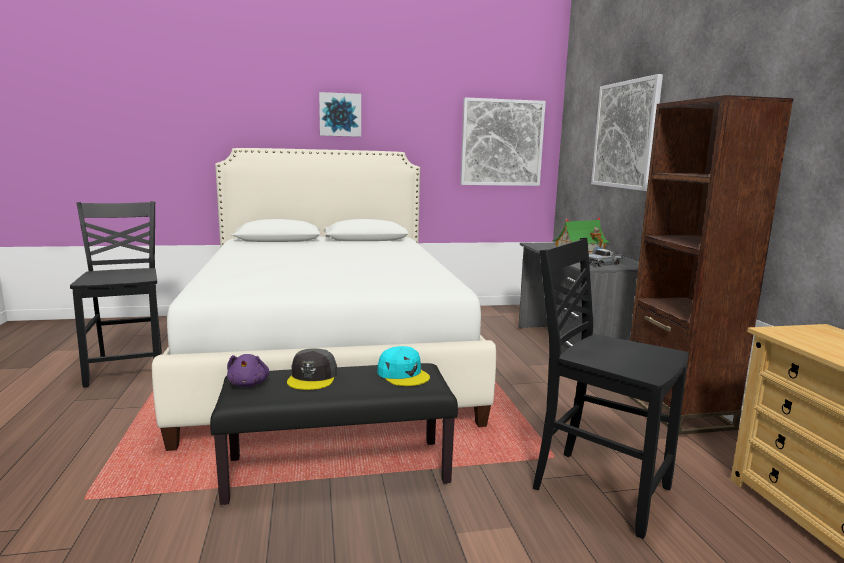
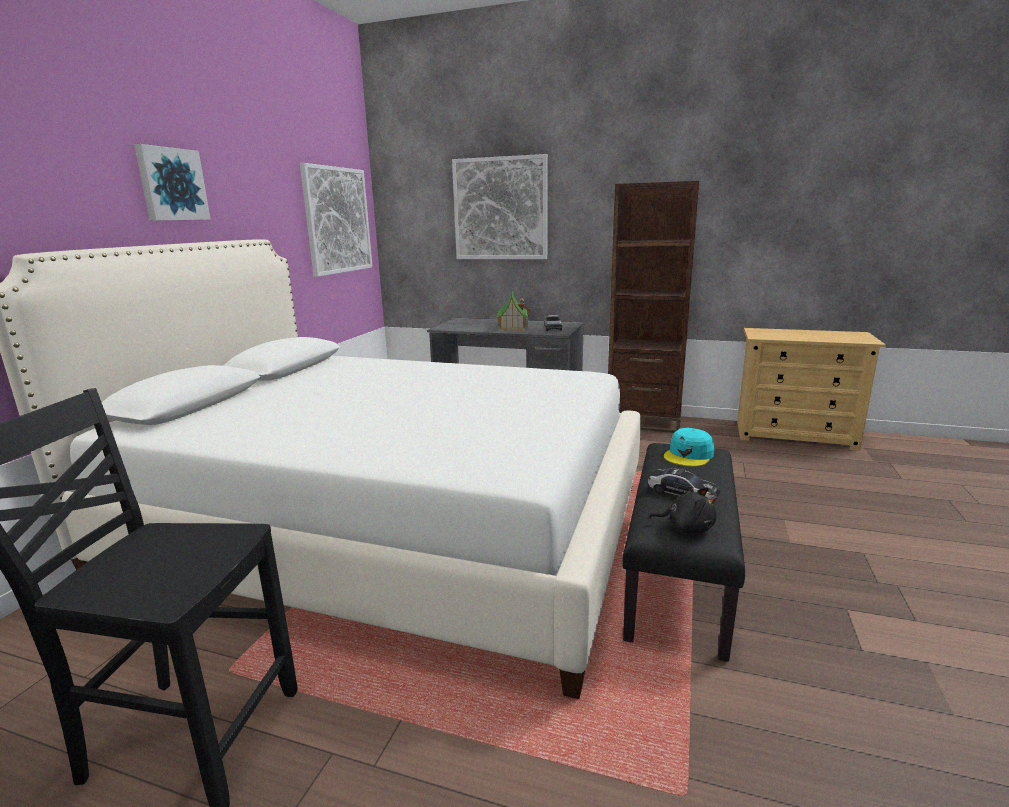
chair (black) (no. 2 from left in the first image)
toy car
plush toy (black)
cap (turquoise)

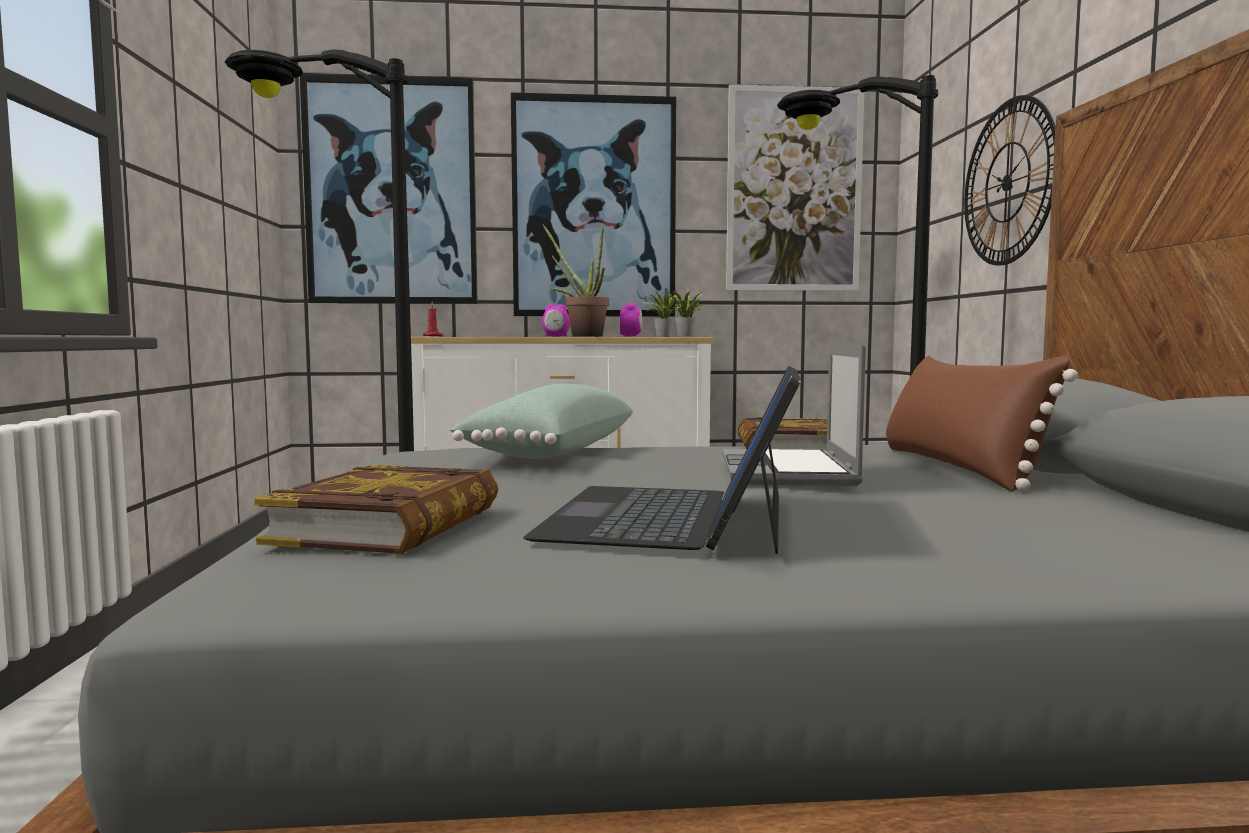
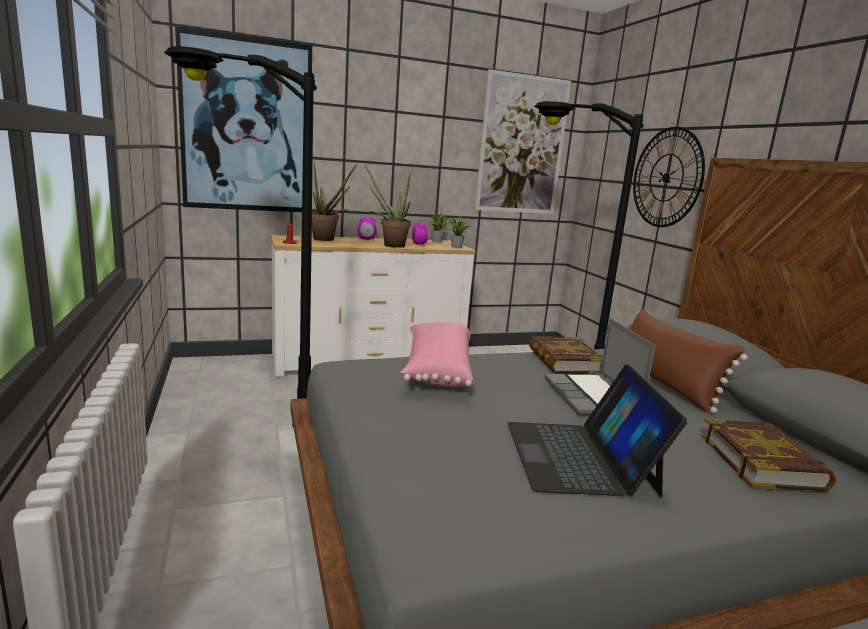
picture (no. 2 from left in the first image)
potted plant (no. 1 from left)
book (no. 2 from left)
pillow (pink)

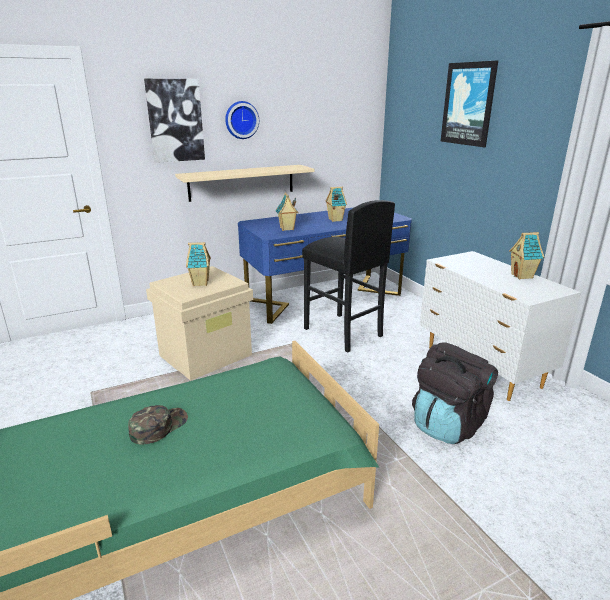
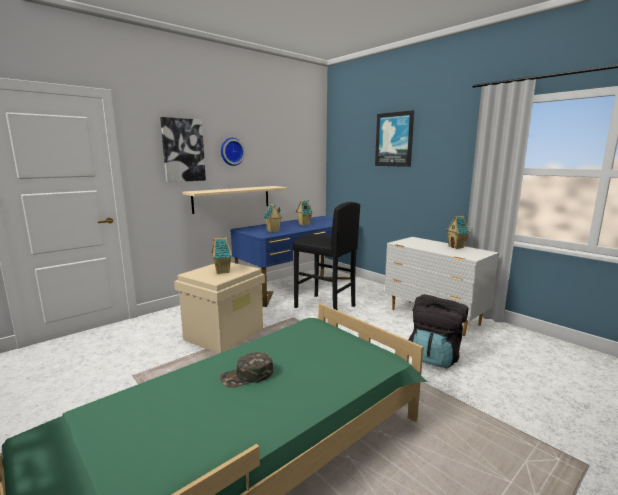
cap (green)

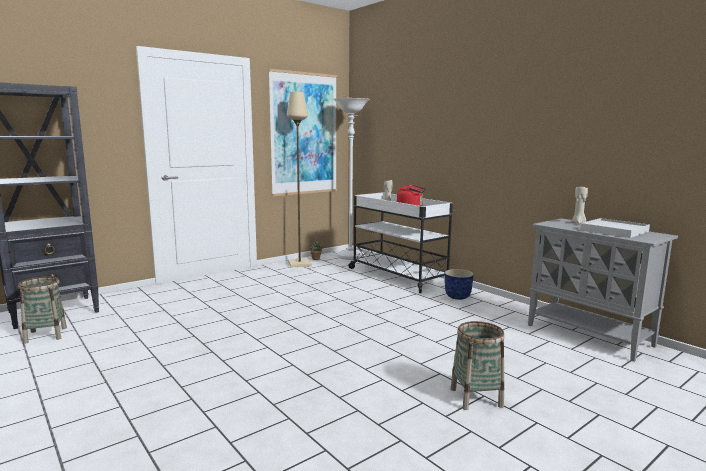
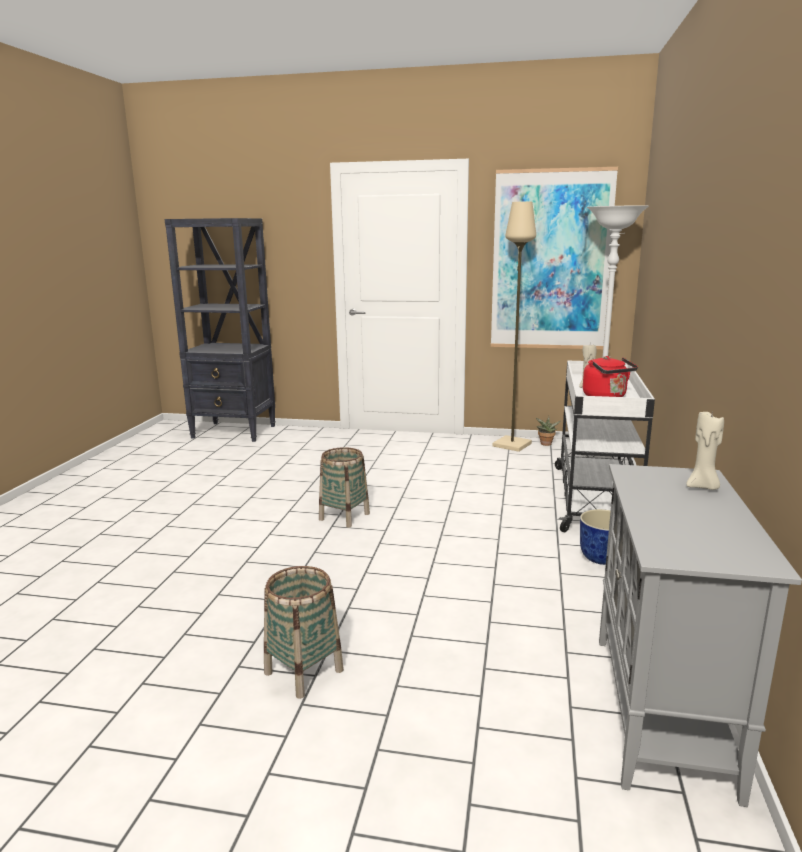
tray (white)
basket (no. 2 from left)

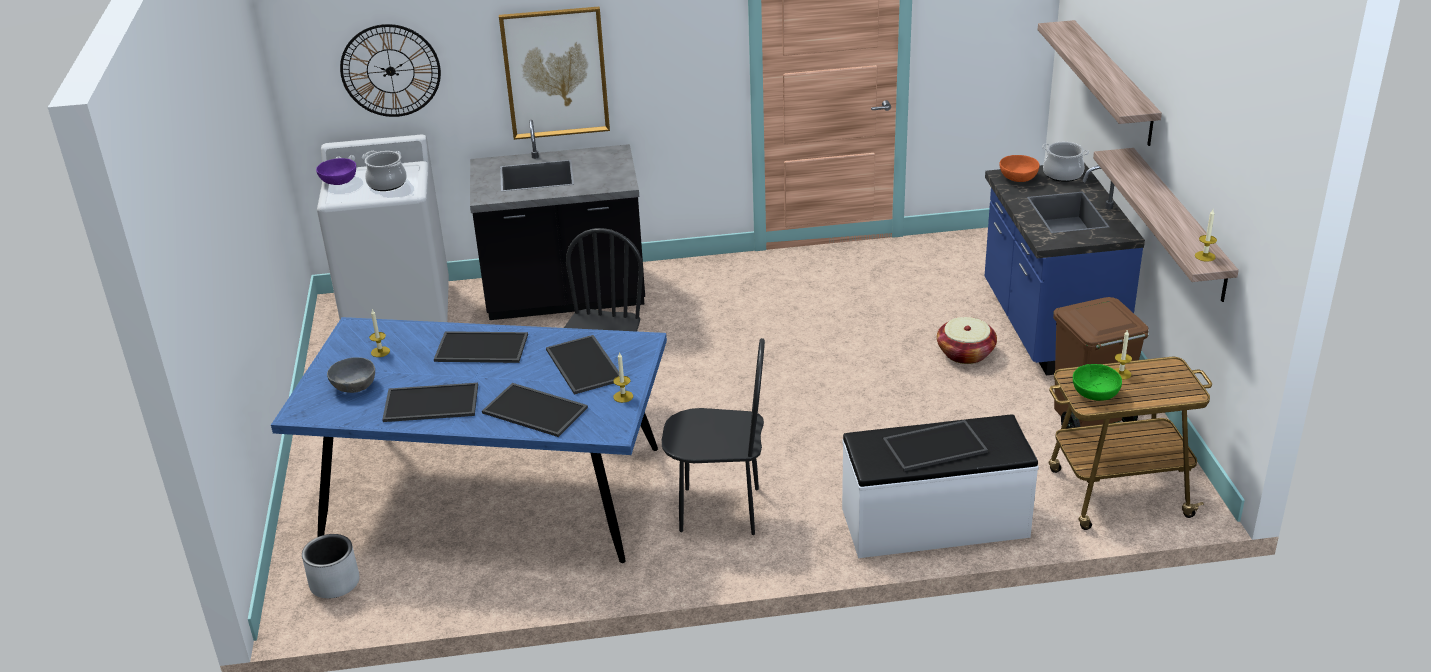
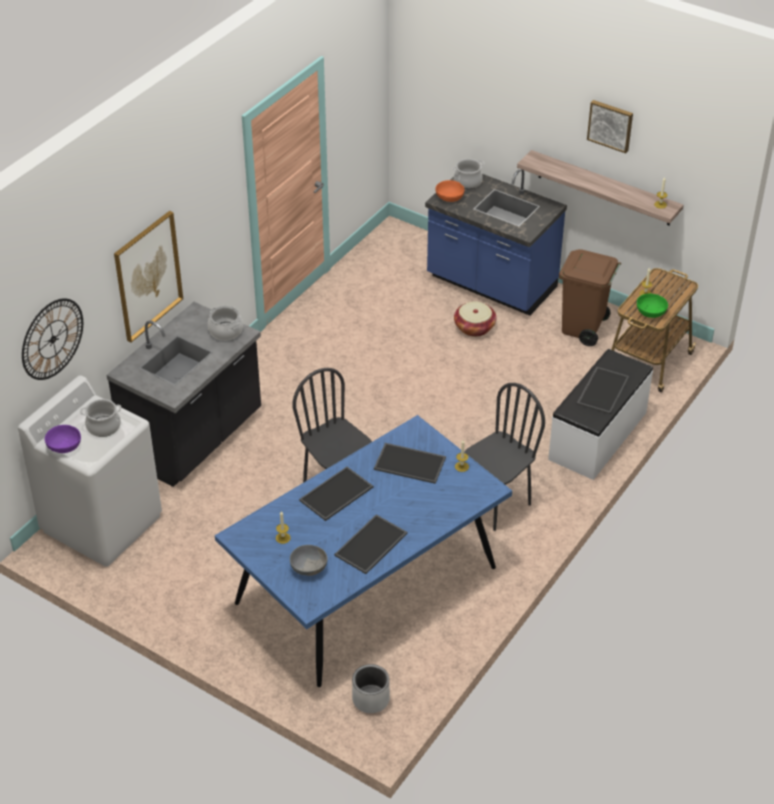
tray (no. 3 from left in the first image)
shelf (no. 1 from left in the first image)
cooking pot (no. 2 from left)
picture (no. 2 from left)

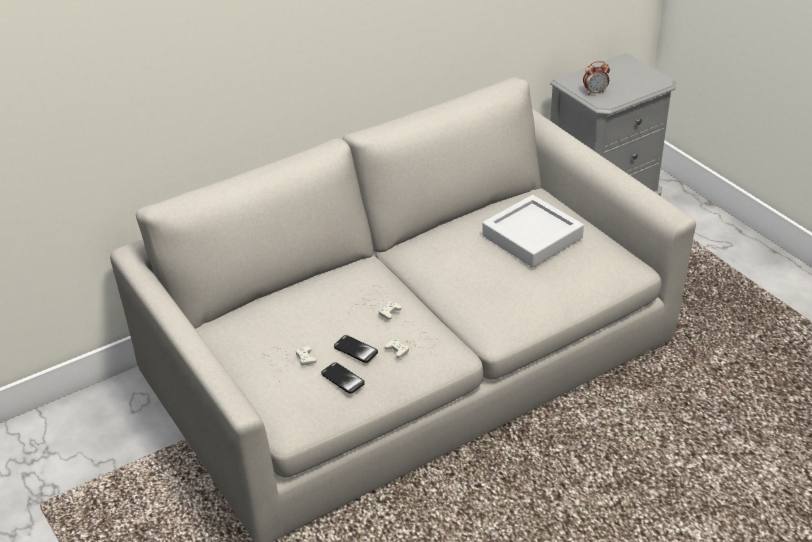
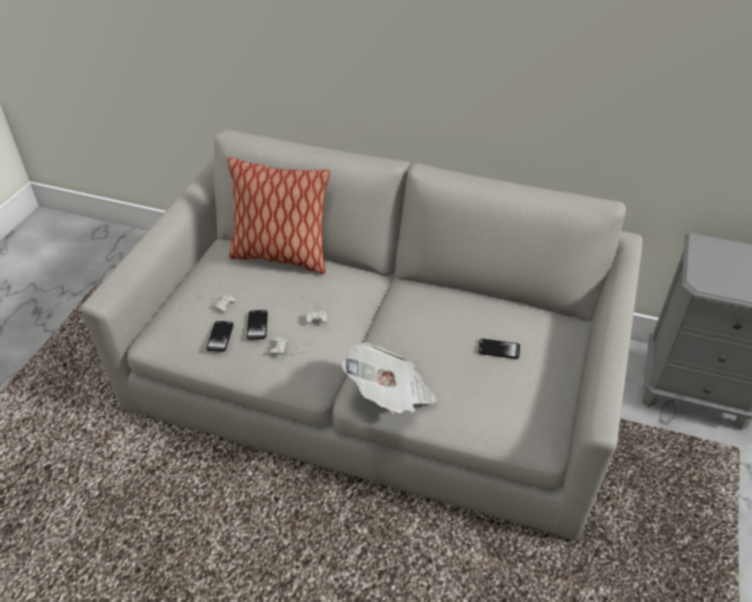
alarm clock
pillow
newspaper
phone (no. 3 from left)

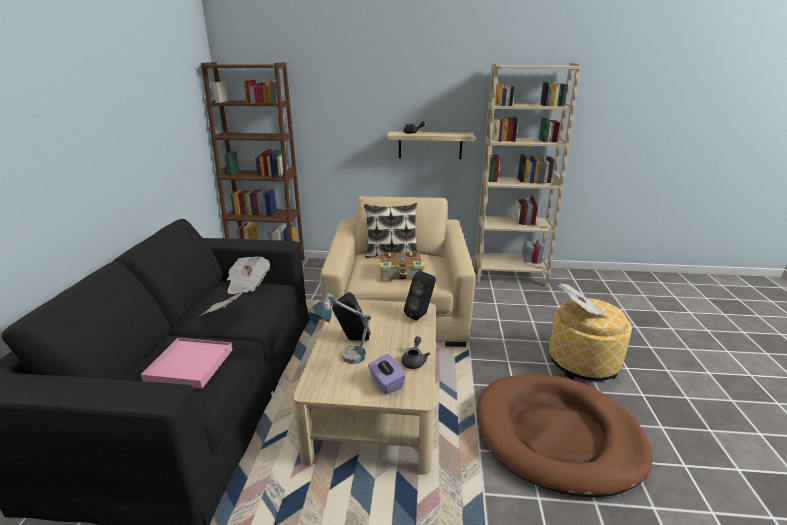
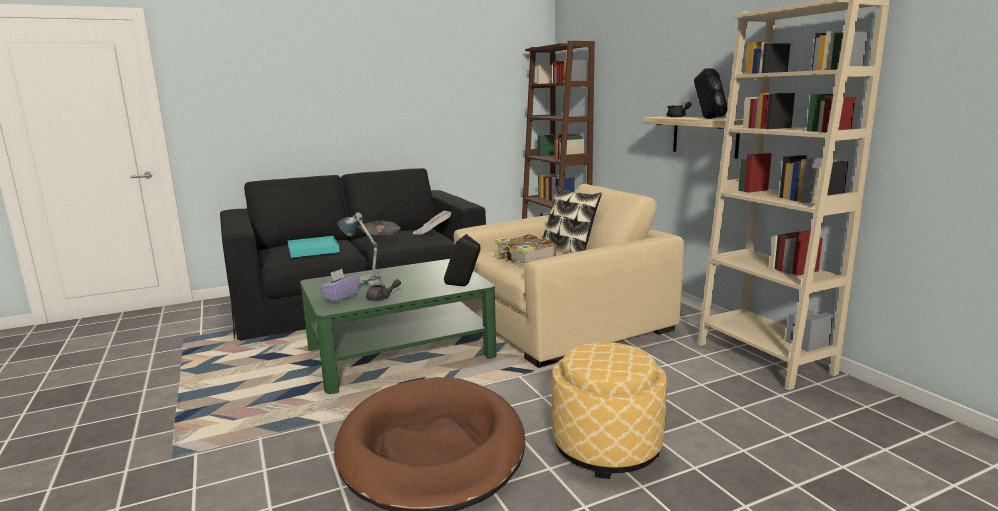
newspaper (no. 3 from left in the first image)
speaker (black) (no. 2 from left)
tray (turquoise)
coffee table (green)

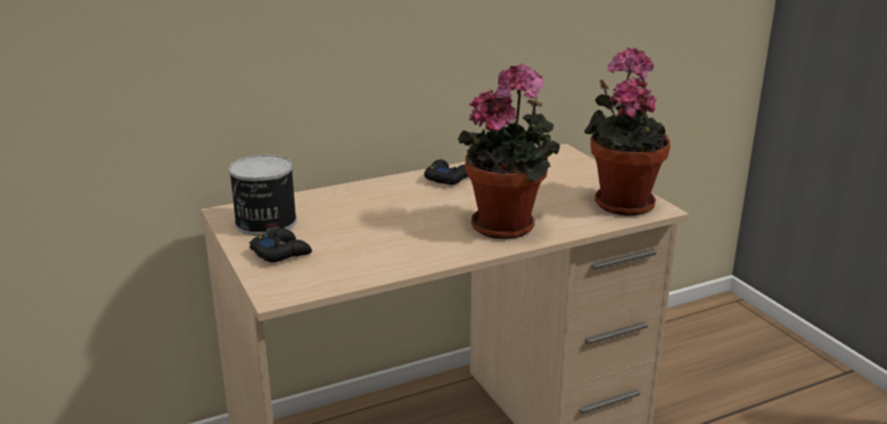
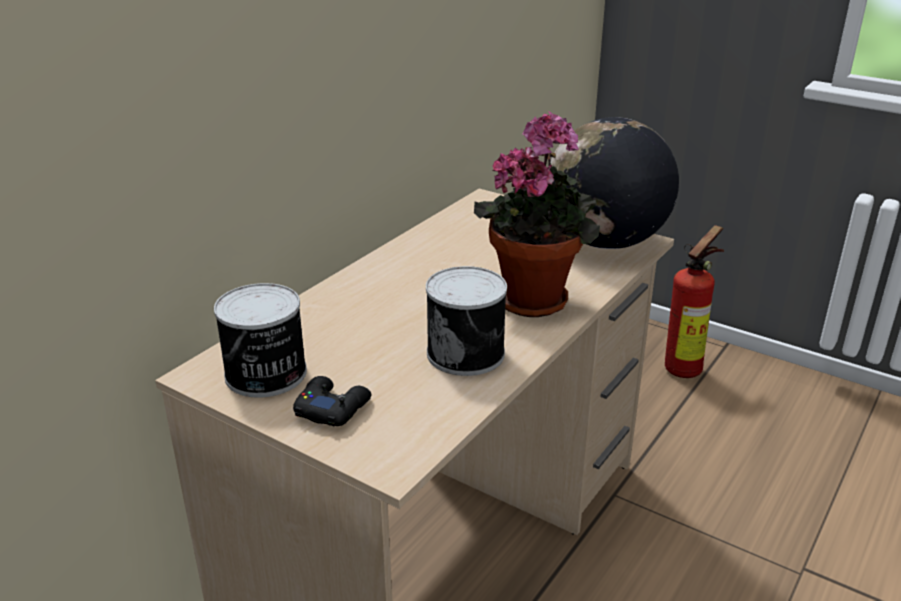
game controller (black) (no. 2 from left in the first image)
can (no. 2 from left)
fire extinguisher
globe

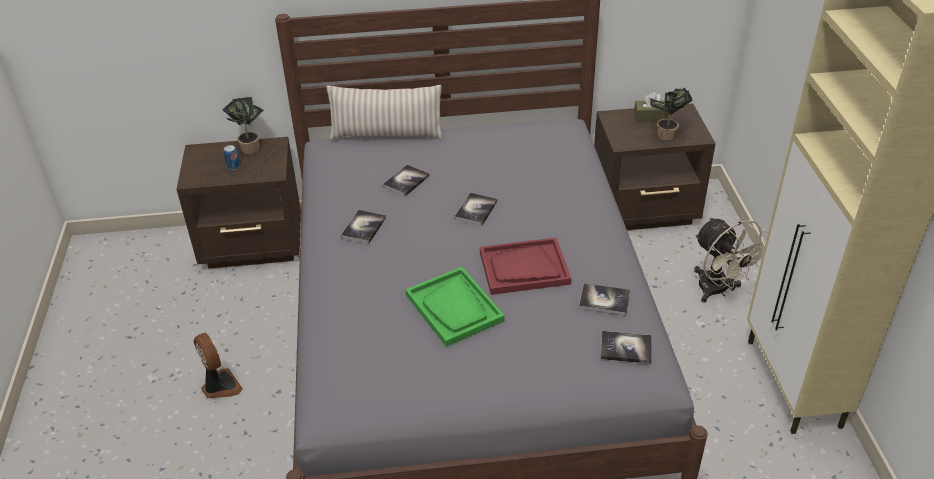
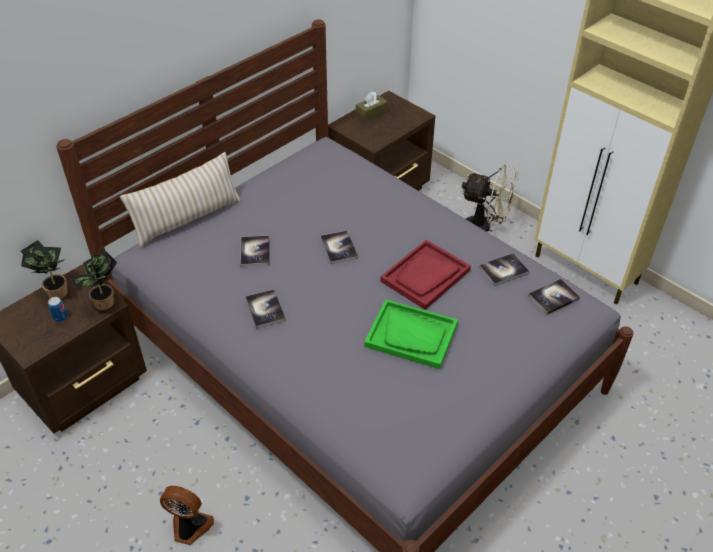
potted plant (no. 2 from left)

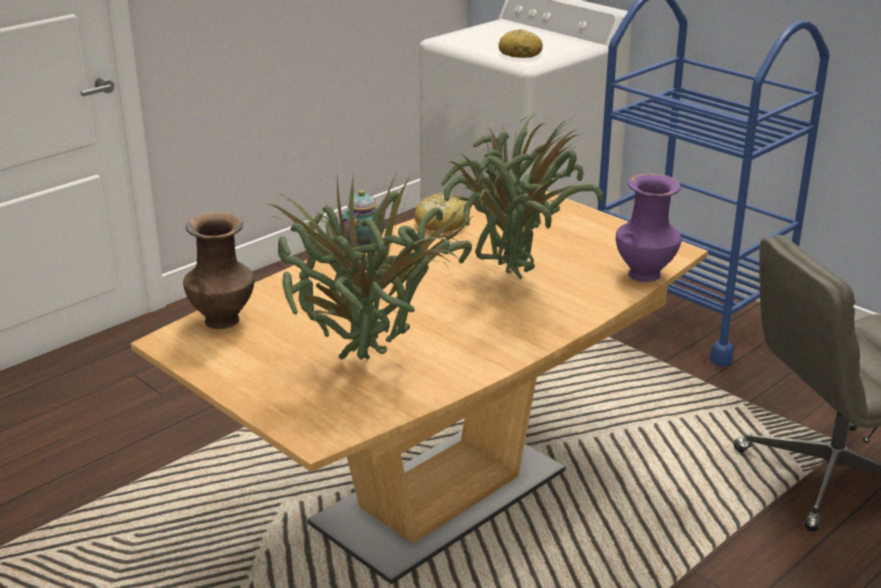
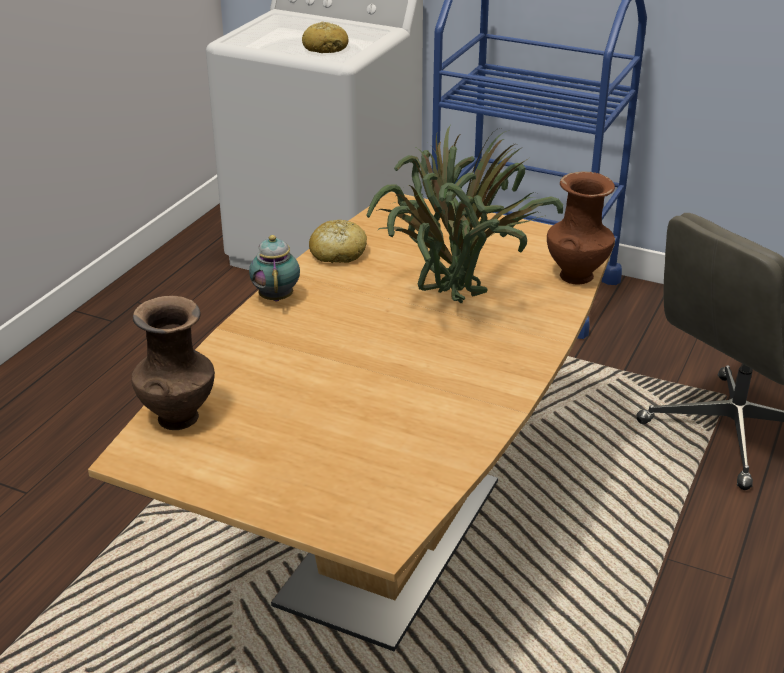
potted plant (no. 1 from left in the first image)
vase (brown) (no. 2 from left)

